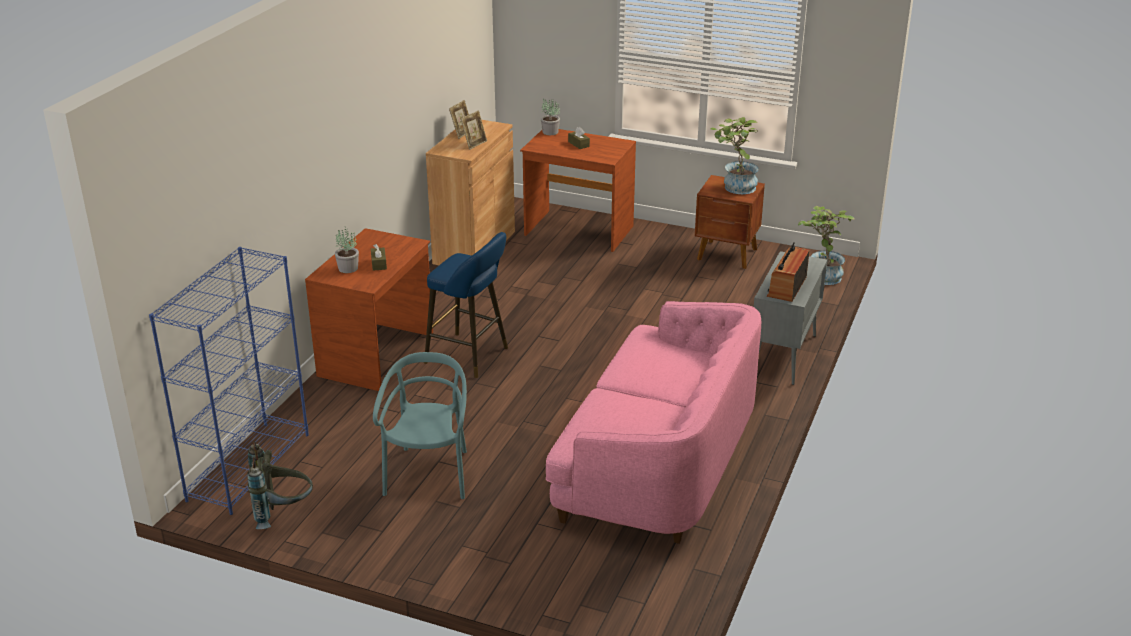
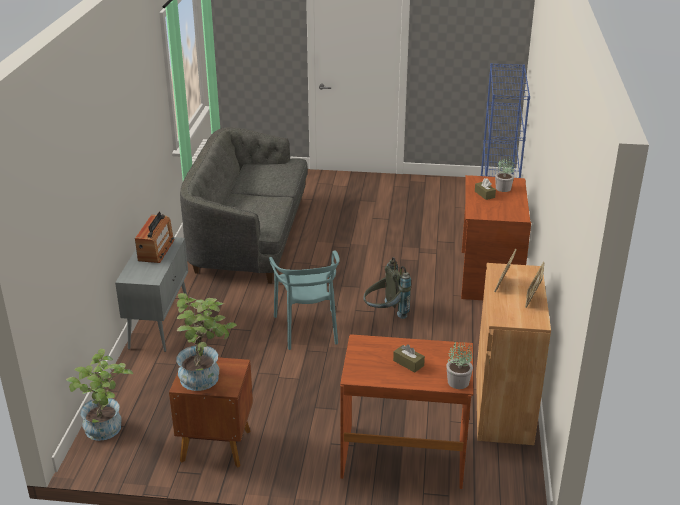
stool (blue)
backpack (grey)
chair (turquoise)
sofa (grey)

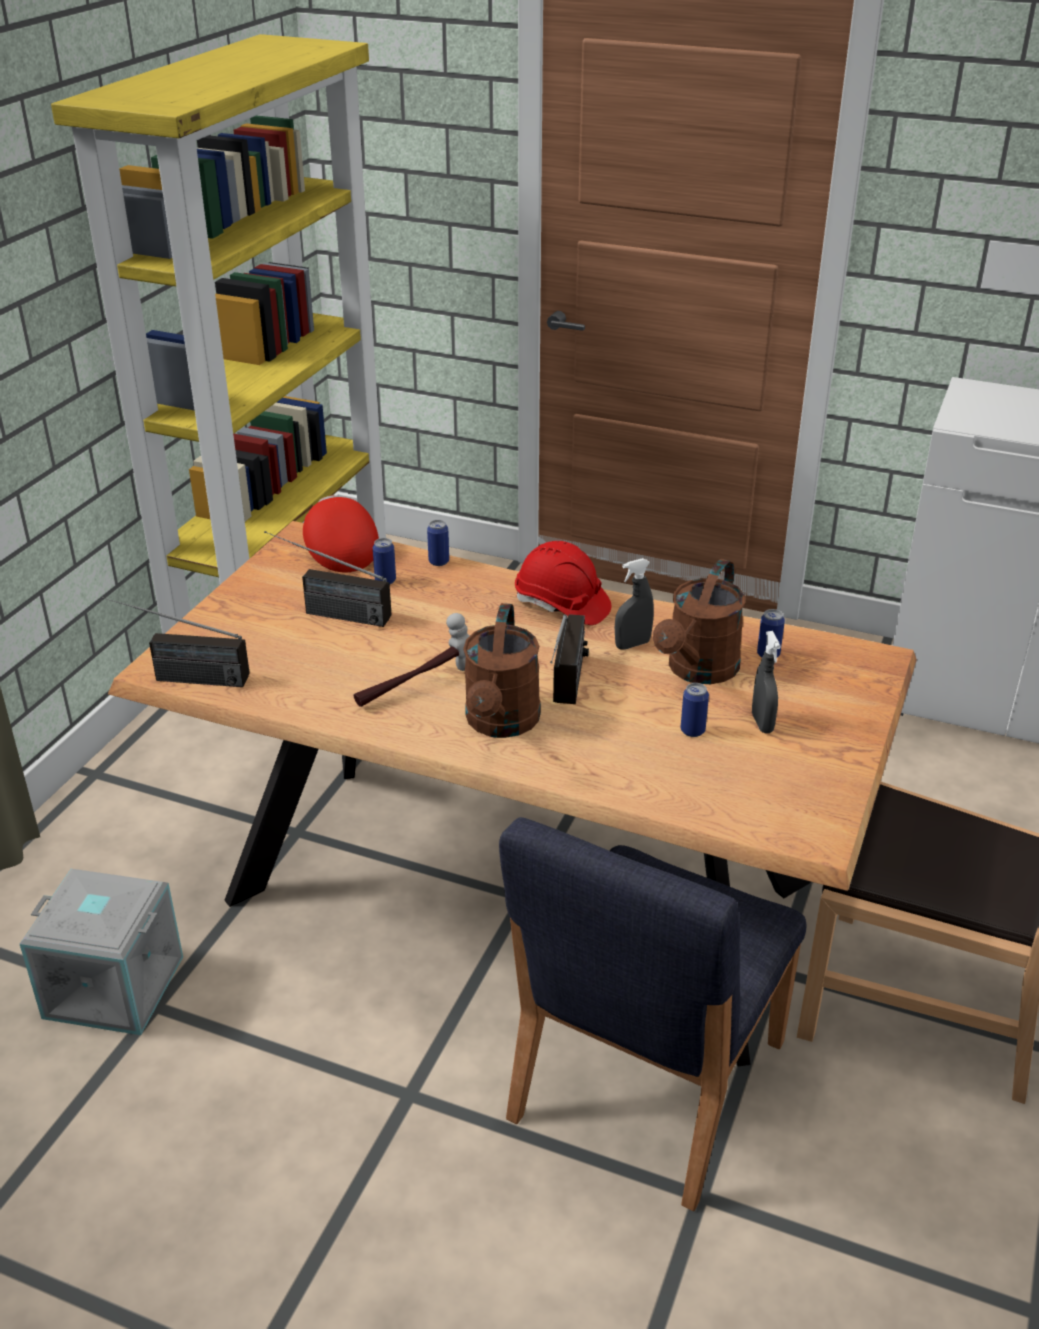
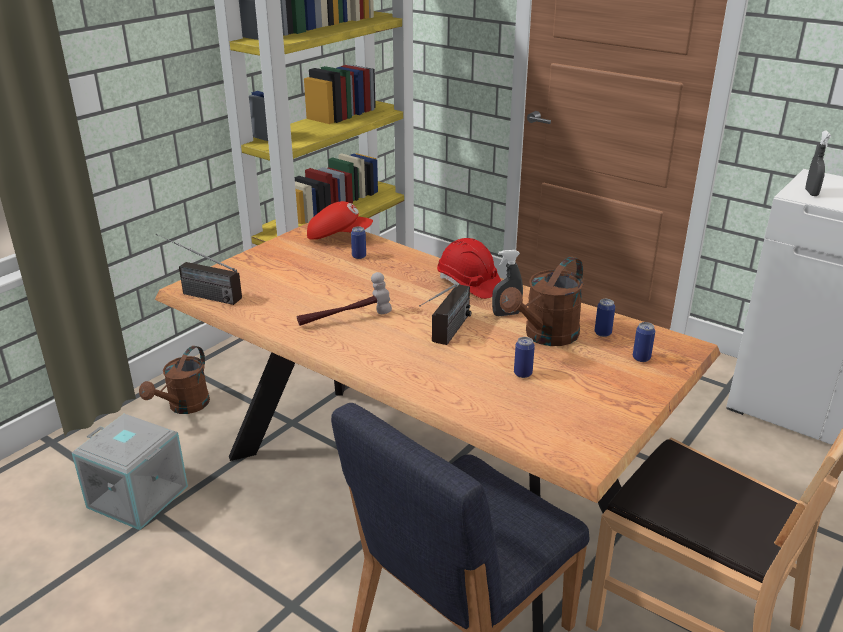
radio (no. 2 from left in the first image)
can (no. 4 from left)
watering can (brown) (no. 1 from left)
spray bottle (grey) (no. 2 from left)
cap (red)

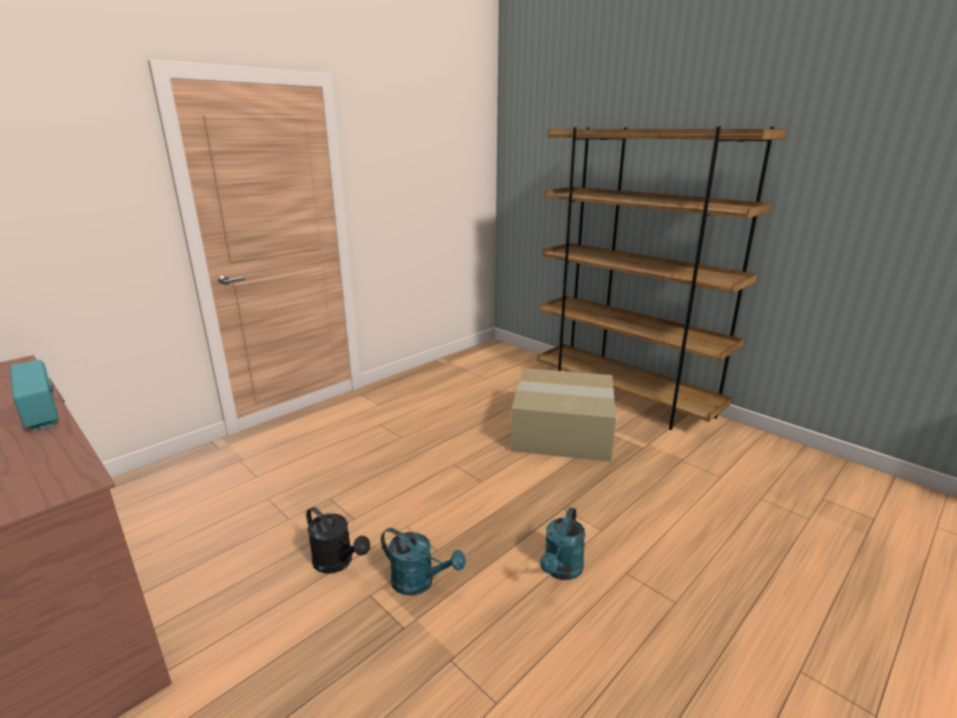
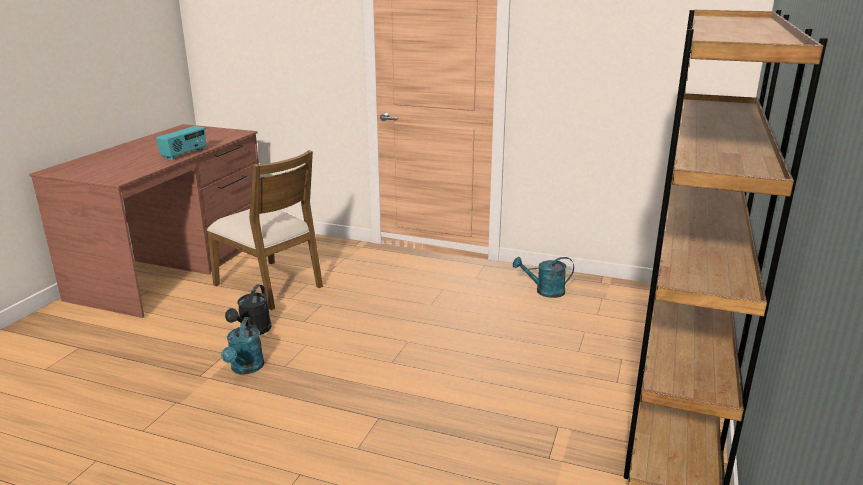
cardboard box
chair (brown)
watering can (turquoise) (no. 2 from left)

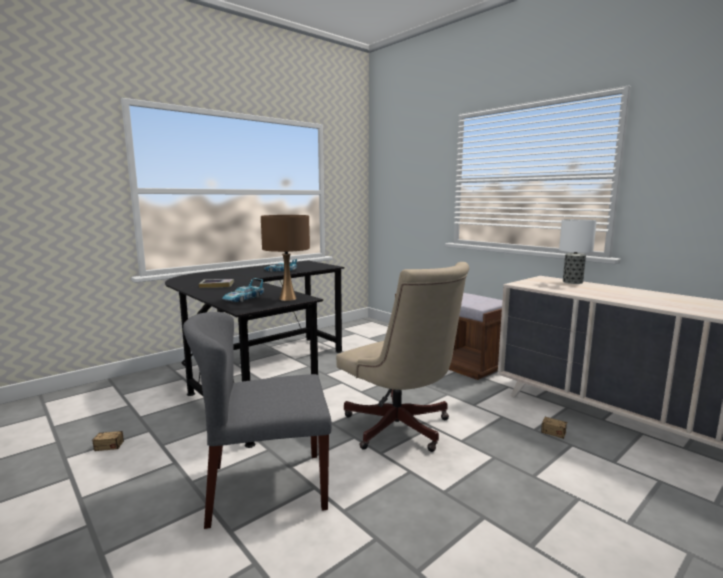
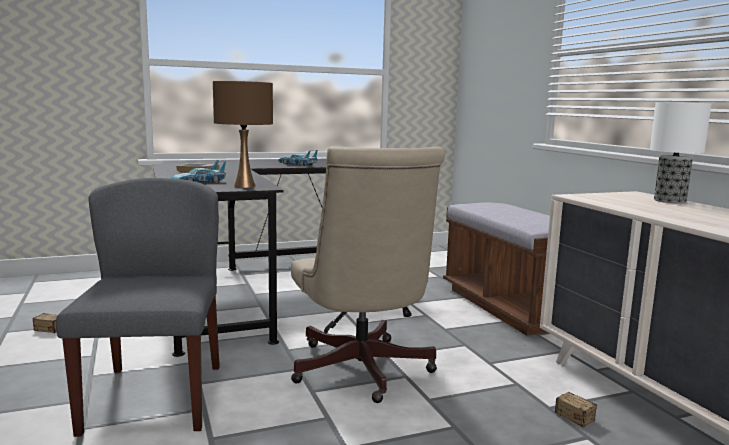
chair (grey)

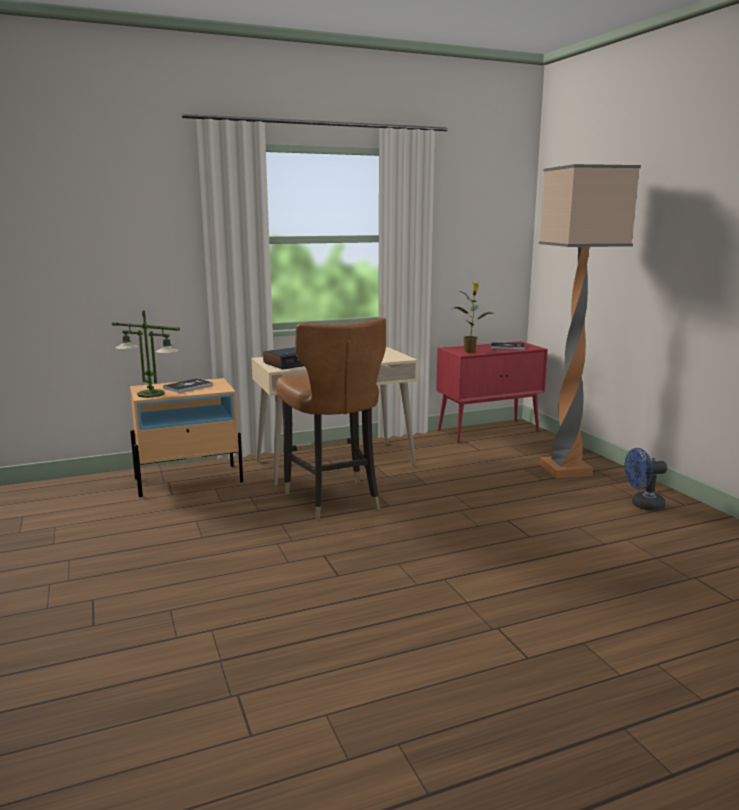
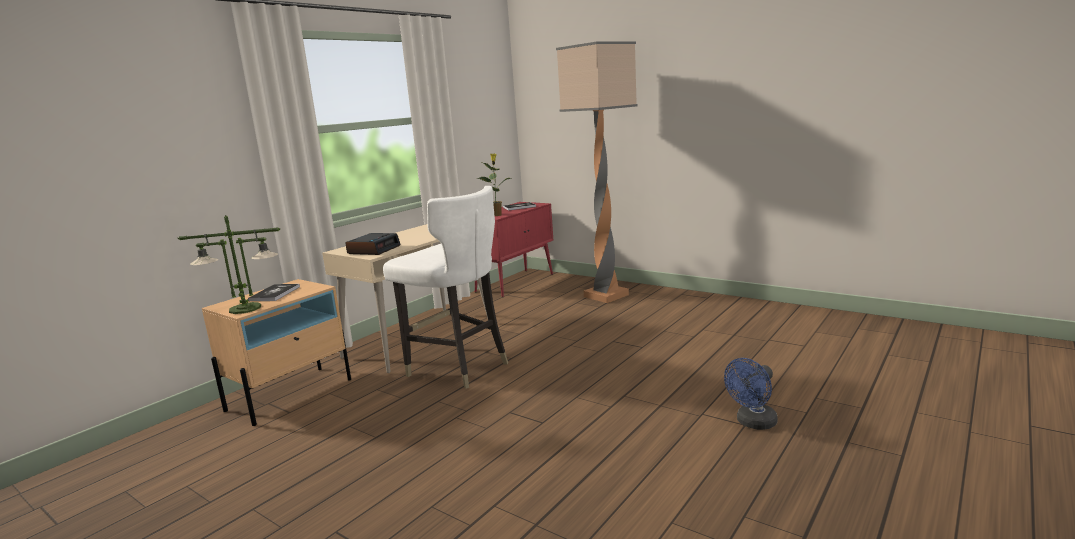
fan (blue)
chair (white)

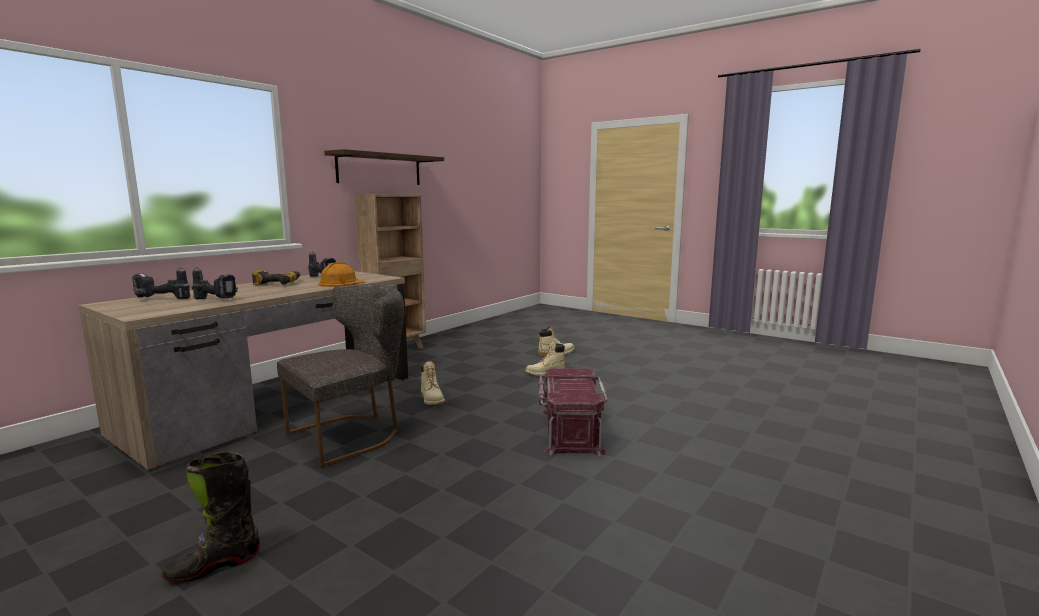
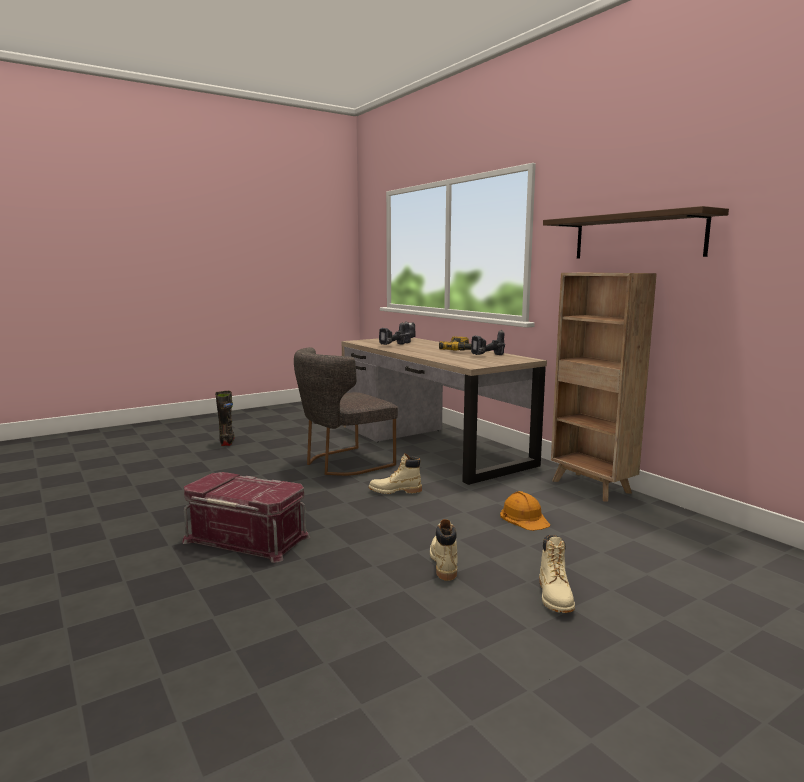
hard hat (orange)
chair (grey)

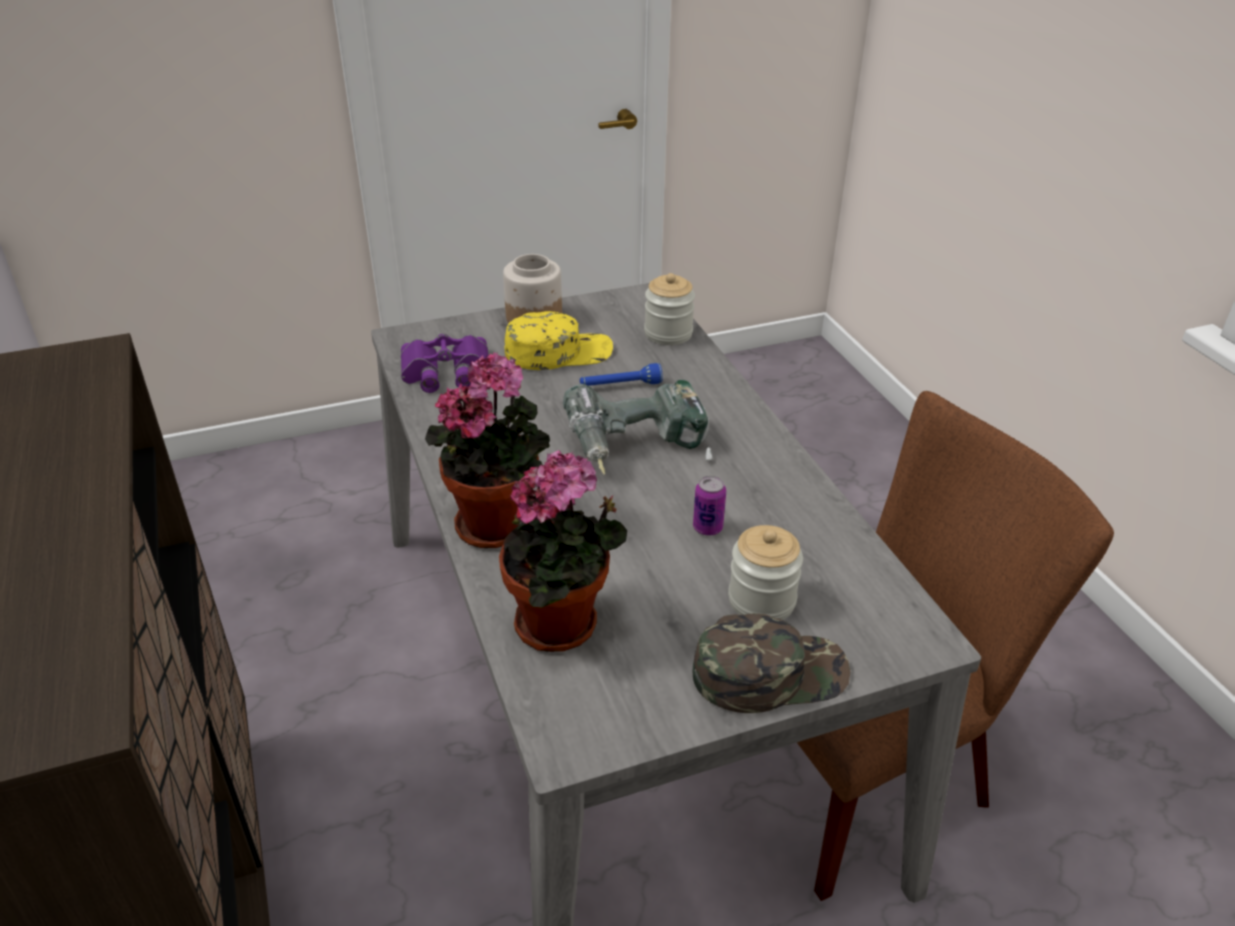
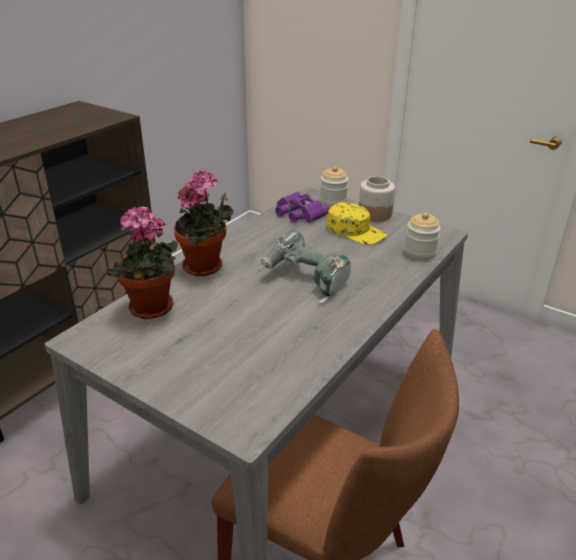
flashlight (blue)
can
cap (green)
jar (no. 1 from left)

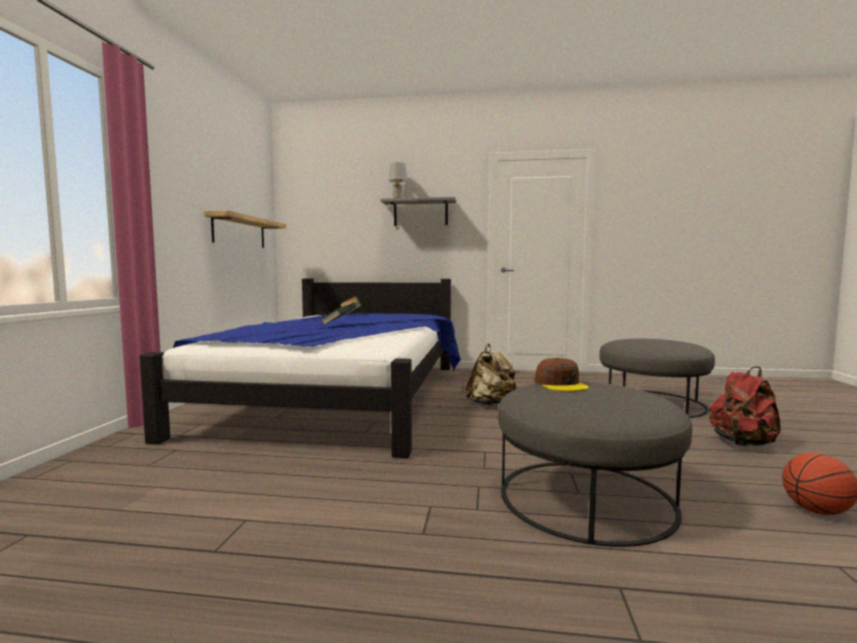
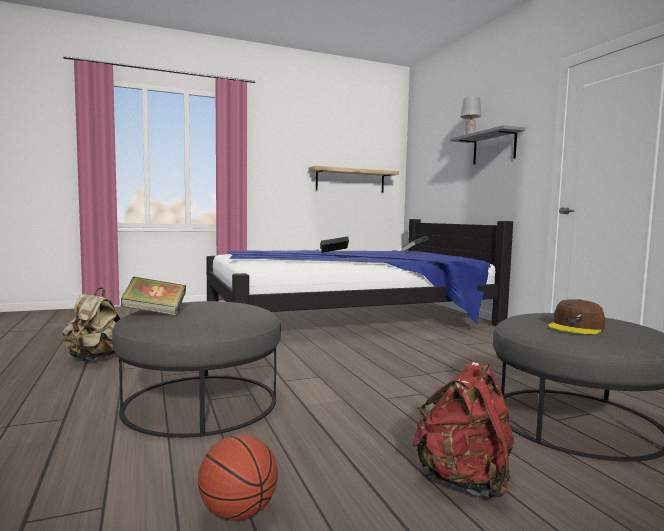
book (no. 1 from left)
backpack (beige)
cap (brown)

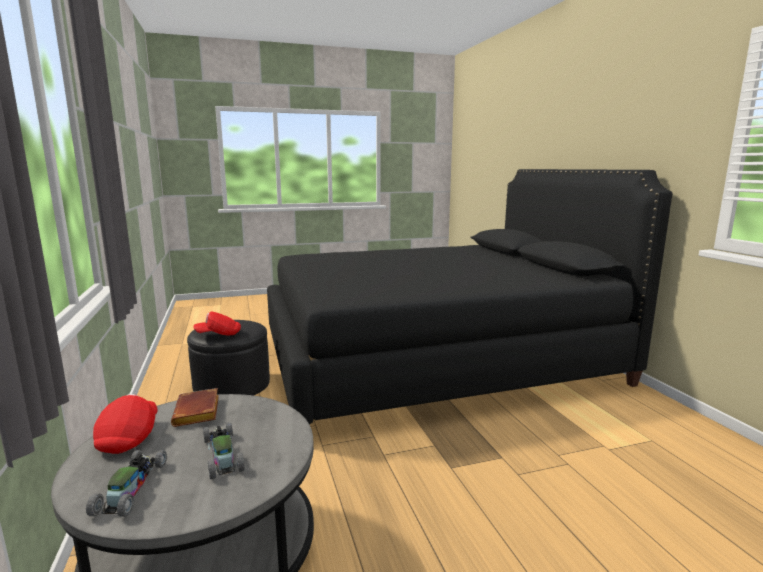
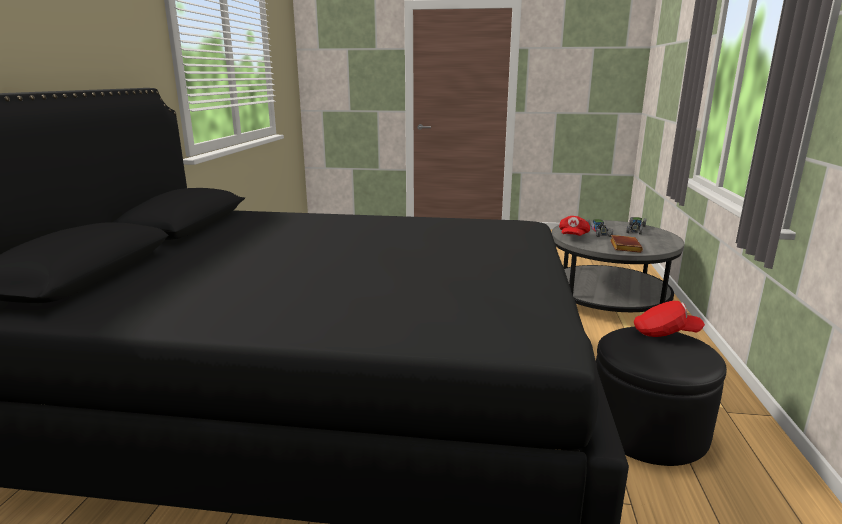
cap (red) (no. 1 from left)

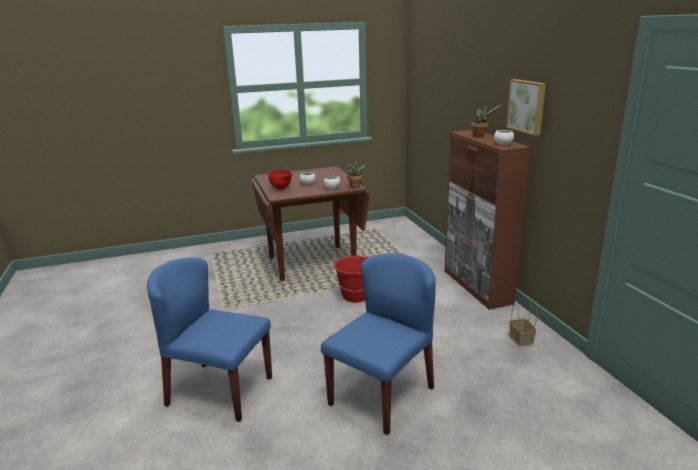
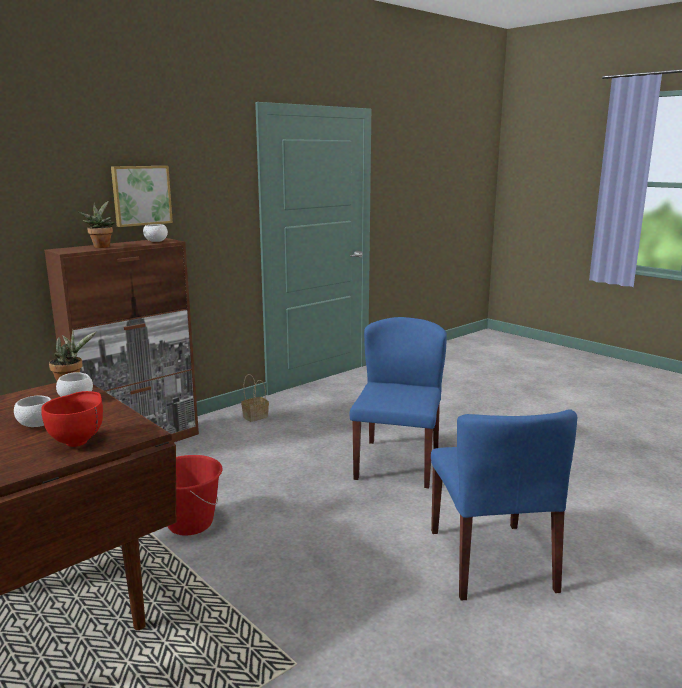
chair (blue) (no. 1 from left)

